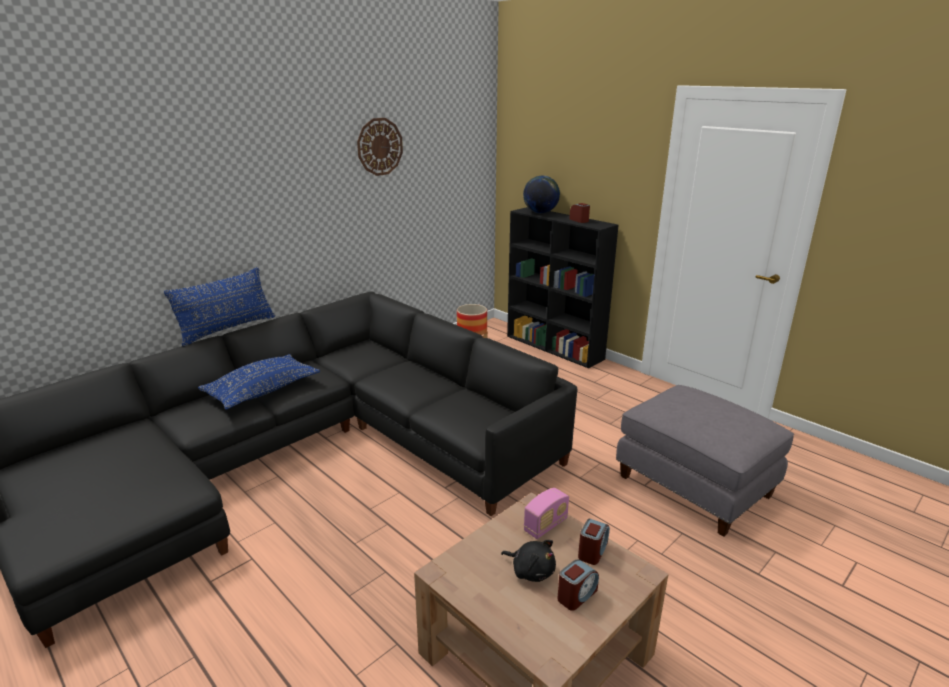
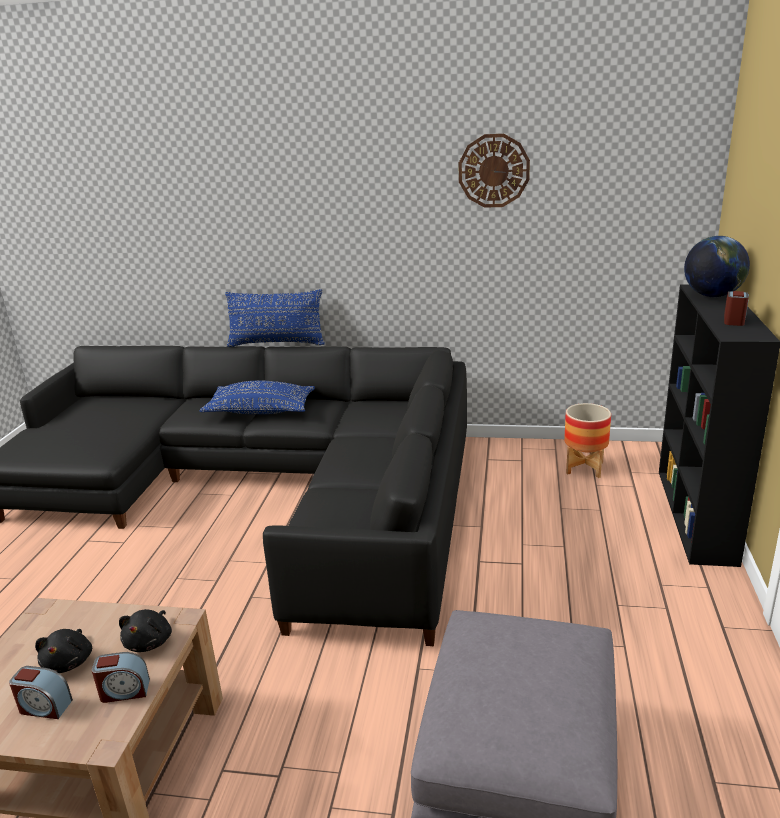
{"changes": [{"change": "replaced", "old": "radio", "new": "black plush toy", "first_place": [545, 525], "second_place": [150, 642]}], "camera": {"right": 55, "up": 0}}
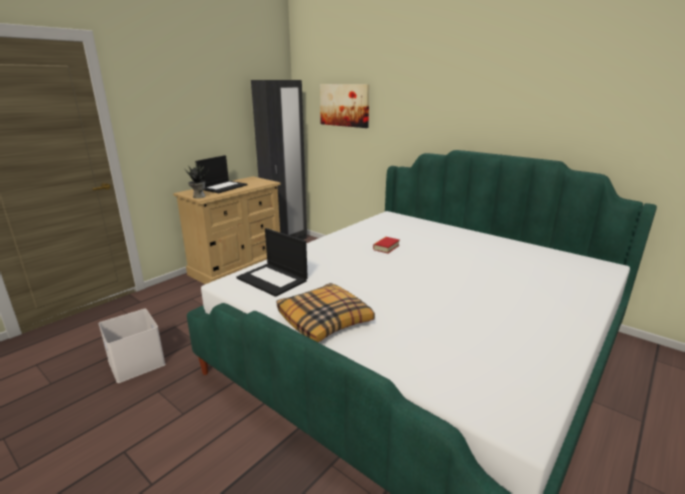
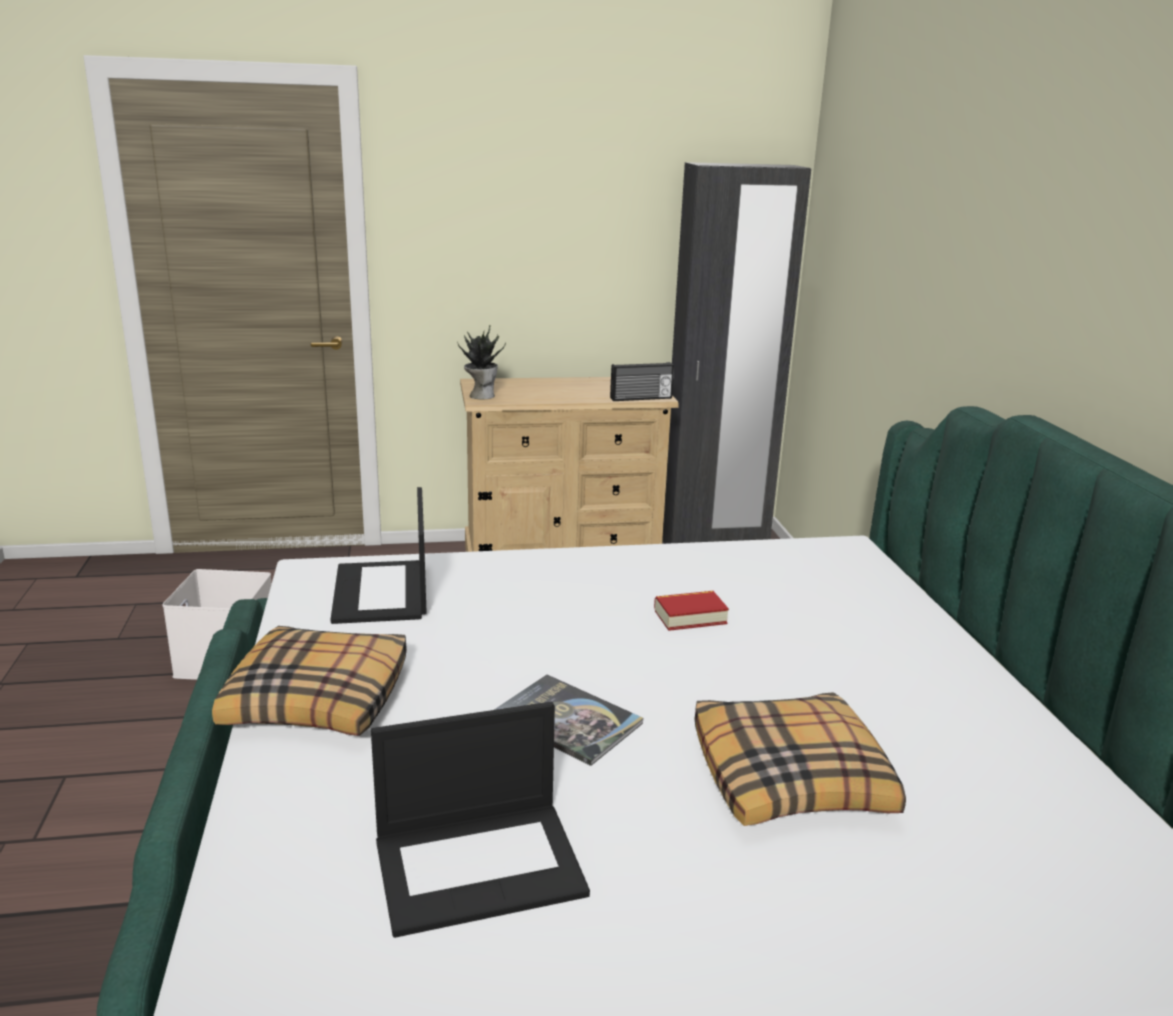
{"changes": [{"change": "moved", "old": "laptop", "first_place": [223, 187], "second_place": [481, 865]}, {"change": "added", "new": "book", "second_place": [567, 720]}, {"change": "added", "new": "radio", "second_place": [641, 398]}, {"change": "added", "new": "pillow", "second_place": [791, 777]}, {"change": "removed", "old": "picture", "first_place": [344, 105]}], "camera": {"right": 40, "up": 0}}
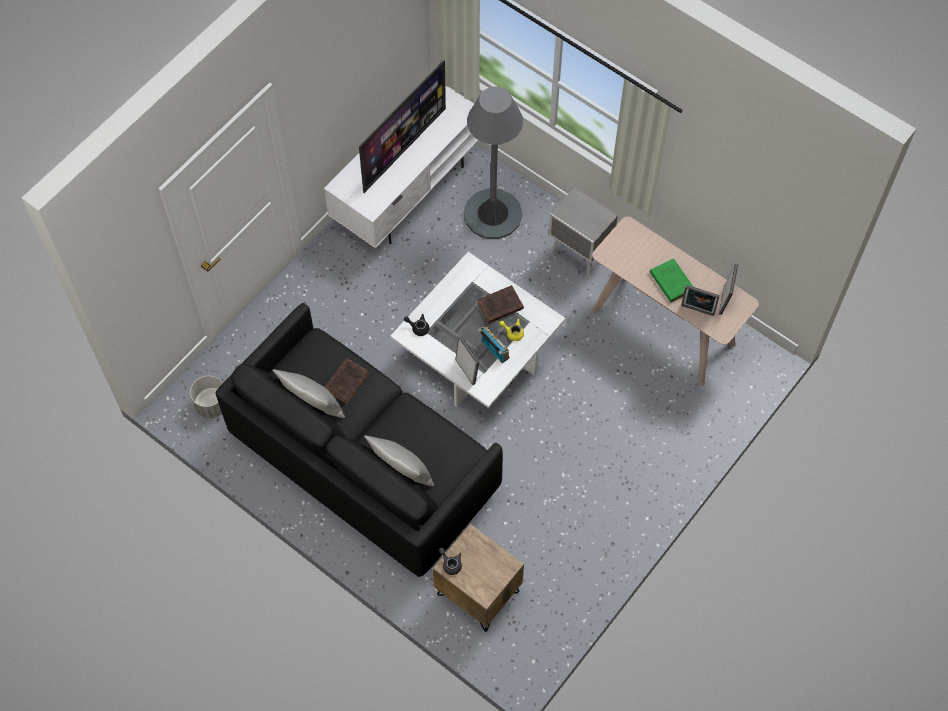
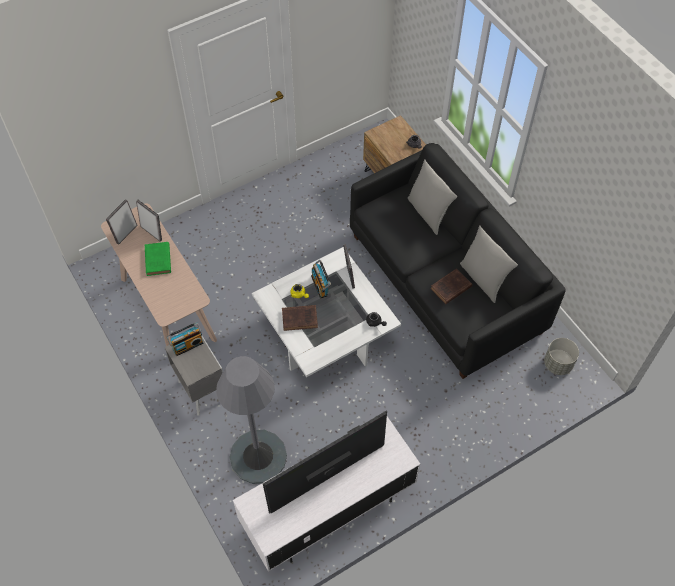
{"changes": [{"change": "added", "new": "radio", "second_place": [187, 345]}], "camera": {"right": -160, "up": -5}}
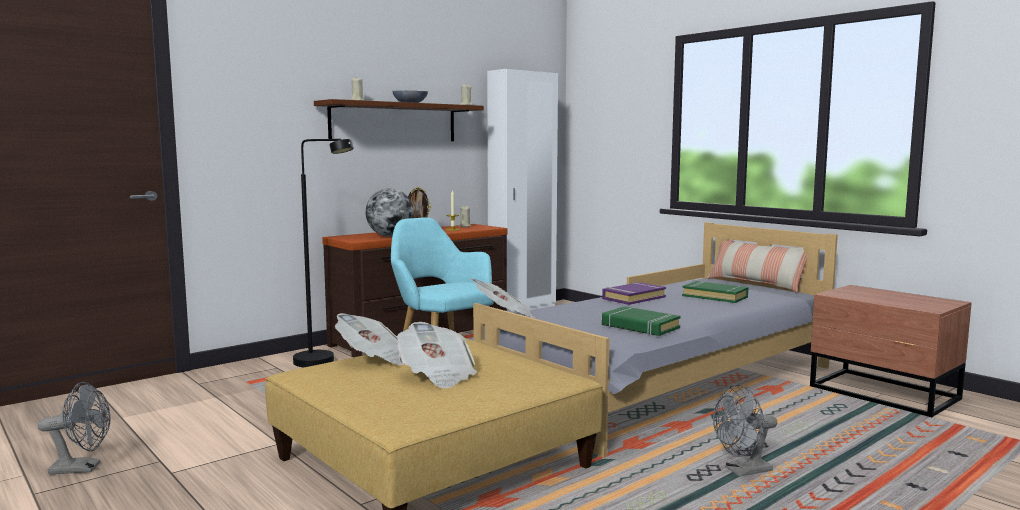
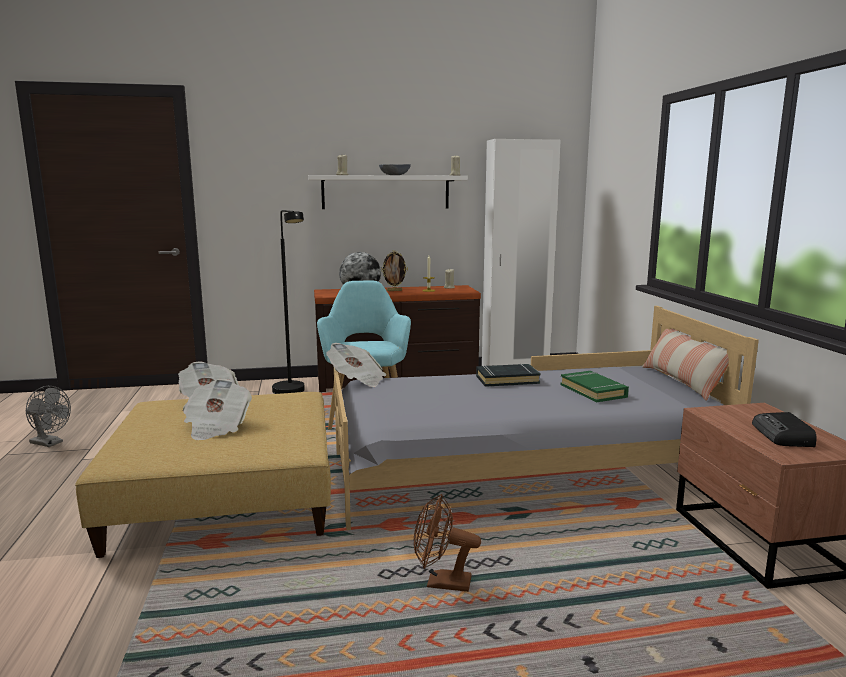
{"changes": [{"change": "recoloured", "old": "brown shelf", "new": "white shelf", "first_place": [394, 122], "second_place": [386, 192]}, {"change": "recoloured", "old": "grey fan", "new": "brown fan", "first_place": [742, 472], "second_place": [441, 583]}, {"change": "recoloured", "old": "purple book", "new": "black book", "first_place": [633, 298], "second_place": [507, 379]}, {"change": "added", "new": "radio", "second_place": [783, 435]}, {"change": "removed", "old": "green book", "first_place": [640, 327]}], "camera": {"right": 30, "up": 5}}
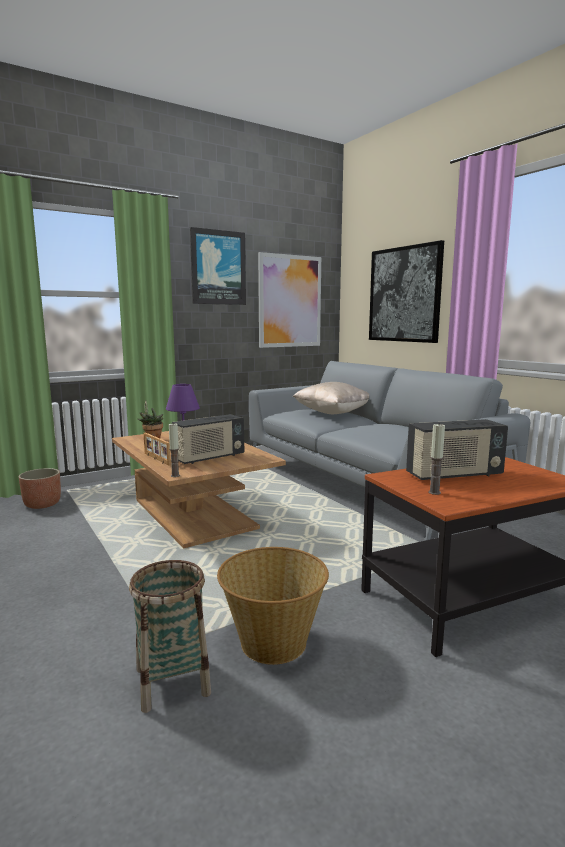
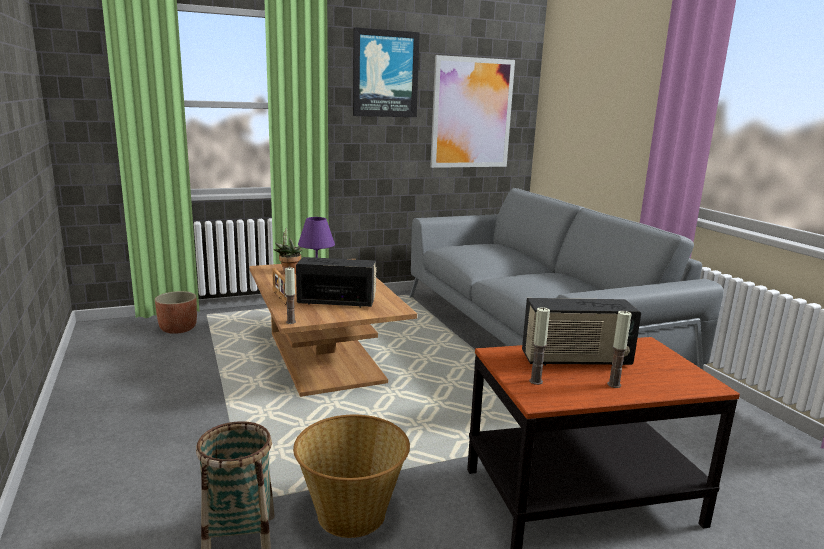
{"changes": [{"change": "turned", "old": "radio", "first_place": [209, 458], "second_place": [337, 302], "degrees": -150}, {"change": "added", "new": "candle", "second_place": [614, 384]}, {"change": "removed", "old": "beige pillow", "first_place": [332, 413]}, {"change": "removed", "old": "picture", "first_place": [404, 294]}], "camera": {"right": 10, "up": 5}}
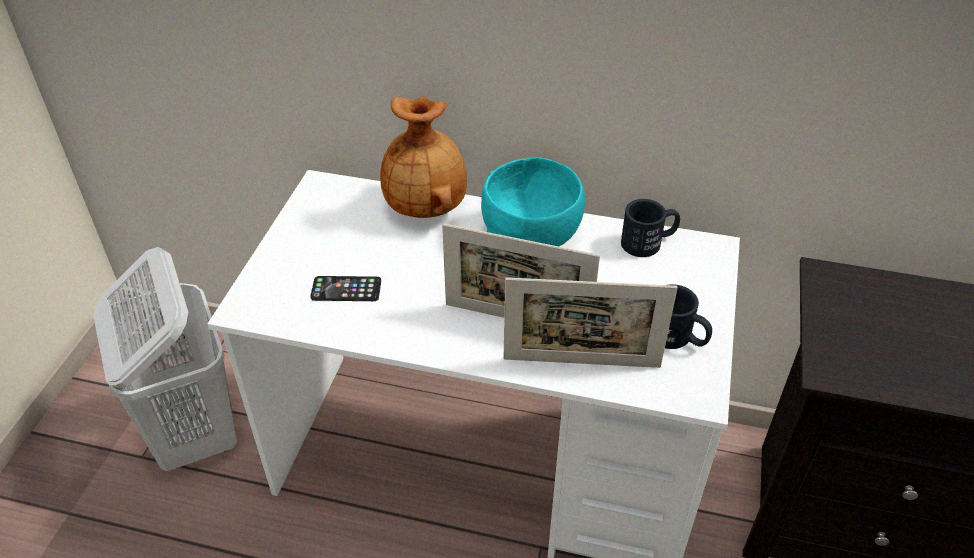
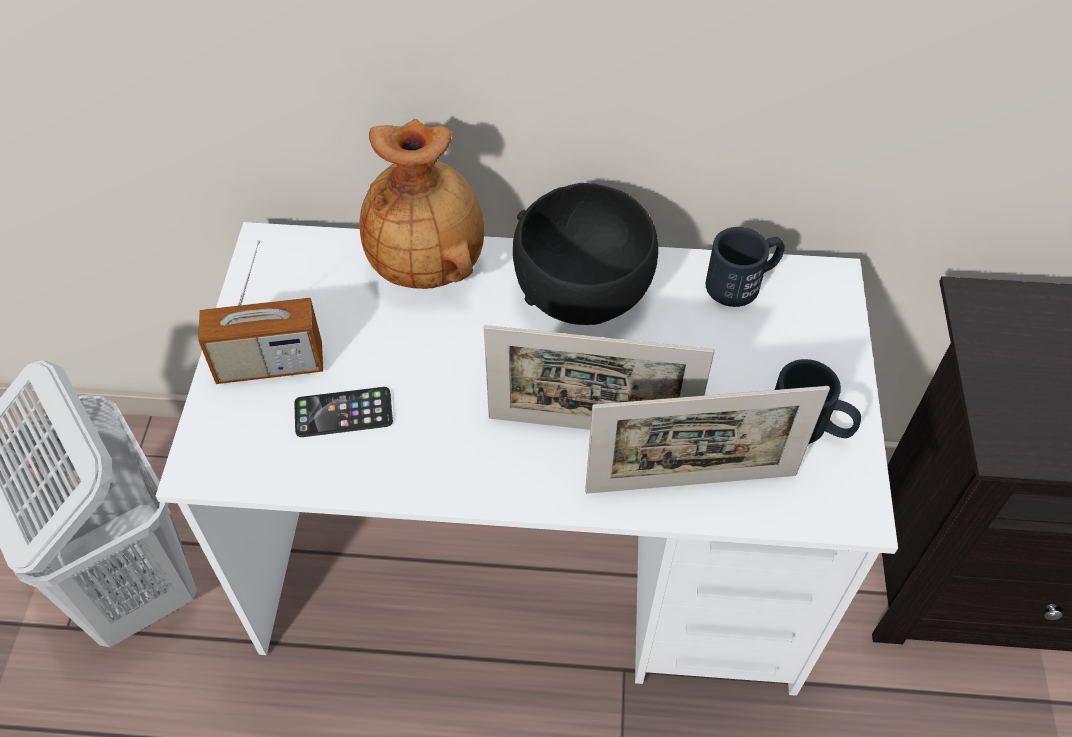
{"changes": [{"change": "added", "new": "radio", "second_place": [270, 365]}, {"change": "recoloured", "old": "turquoise bowl", "new": "black bowl", "first_place": [532, 234], "second_place": [583, 290]}], "camera": {"right": -10, "up": 10}}
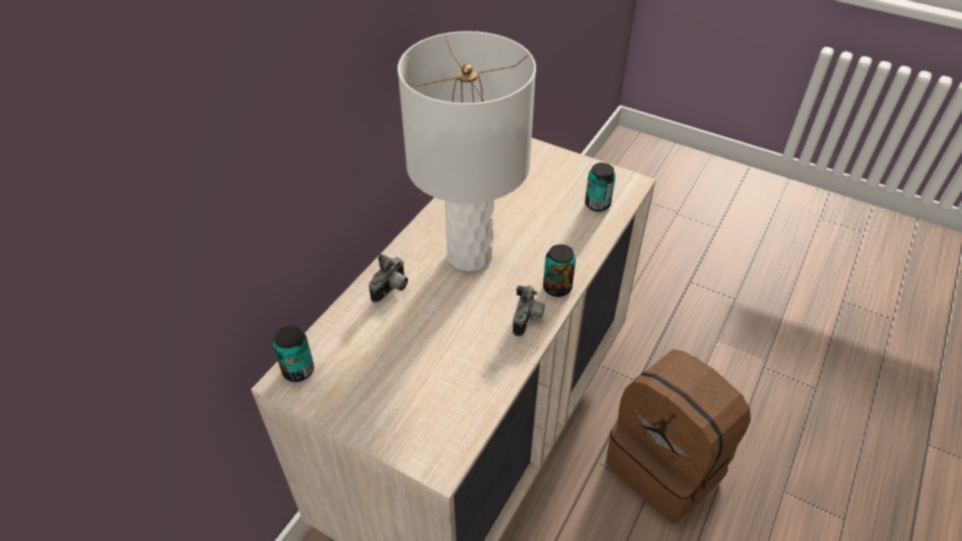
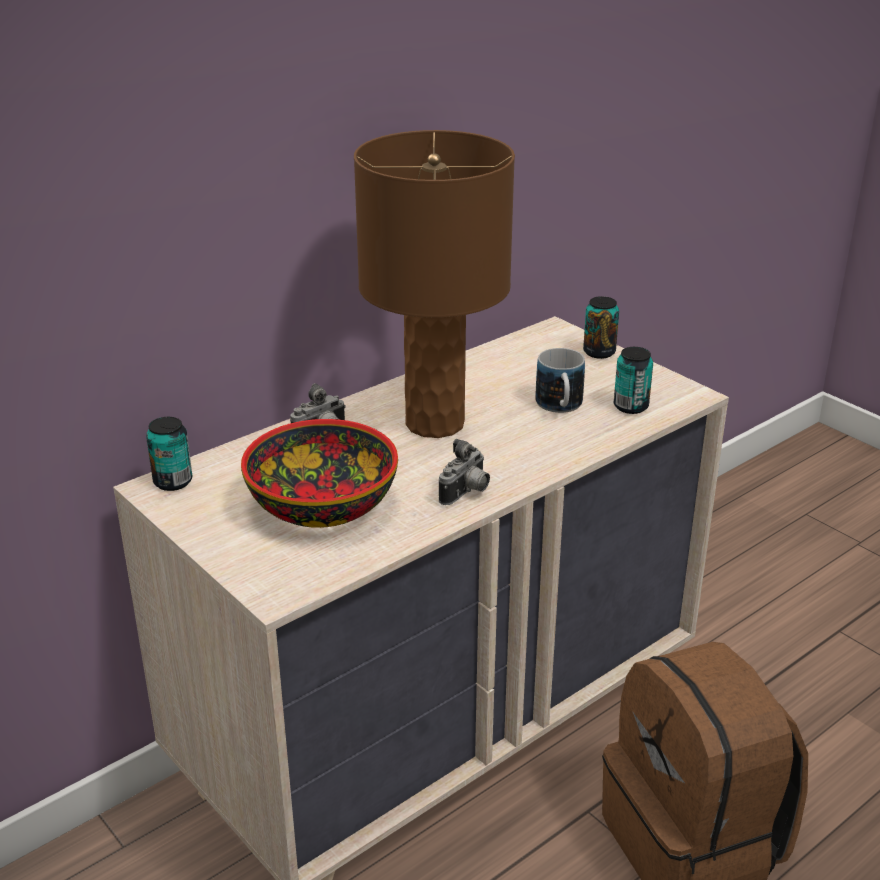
{"changes": [{"change": "added", "new": "bowl", "second_place": [323, 505]}, {"change": "recoloured", "old": "white table lamp", "new": "brown table lamp", "first_place": [470, 255], "second_place": [436, 423]}, {"change": "added", "new": "mug", "second_place": [560, 407]}, {"change": "moved", "old": "can", "first_place": [557, 288], "second_place": [599, 352]}], "camera": {"right": 20, "up": -15}}
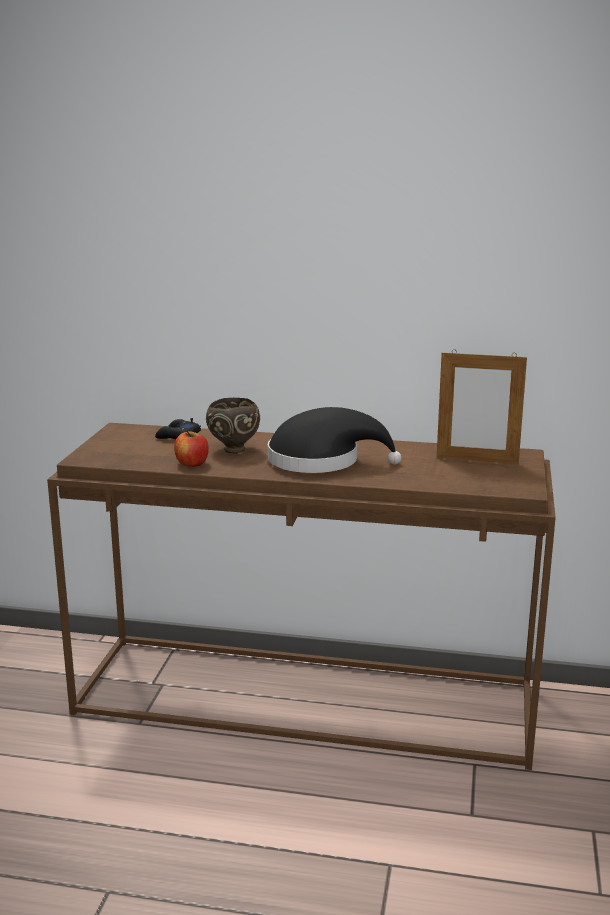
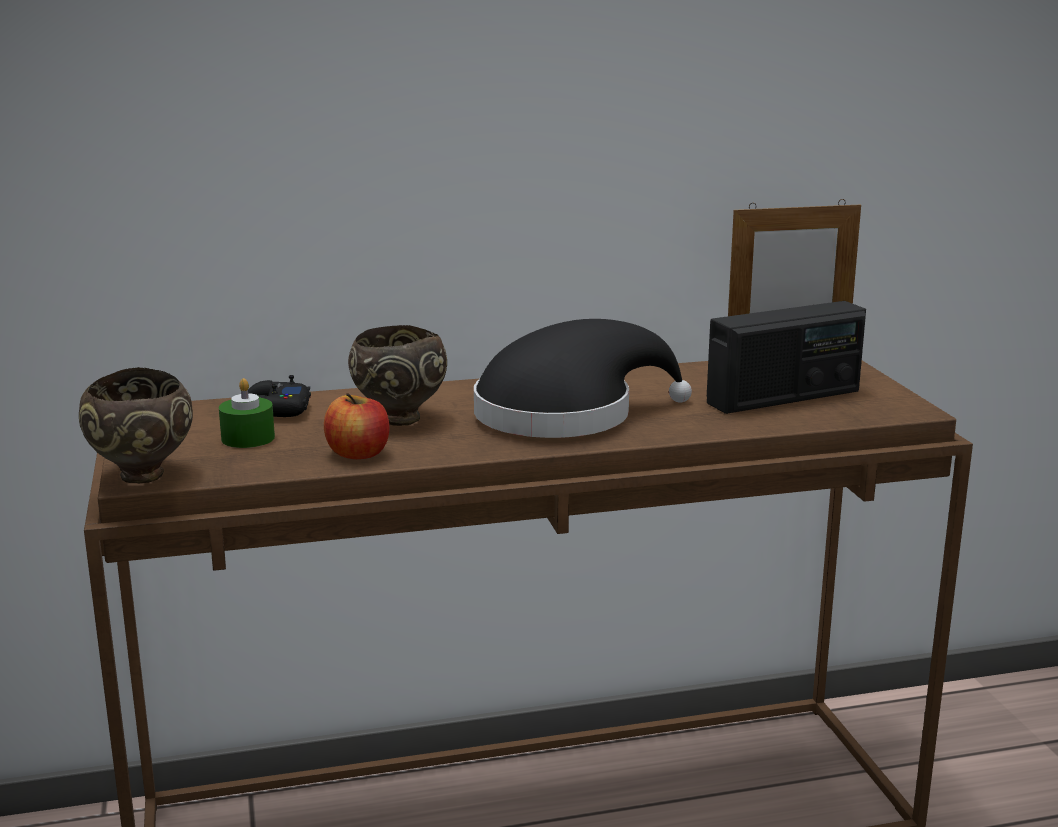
{"changes": [{"change": "added", "new": "brown bowl", "second_place": [143, 477]}, {"change": "added", "new": "green candle", "second_place": [248, 438]}, {"change": "added", "new": "radio", "second_place": [784, 397]}], "camera": {"right": -25, "up": 0}}
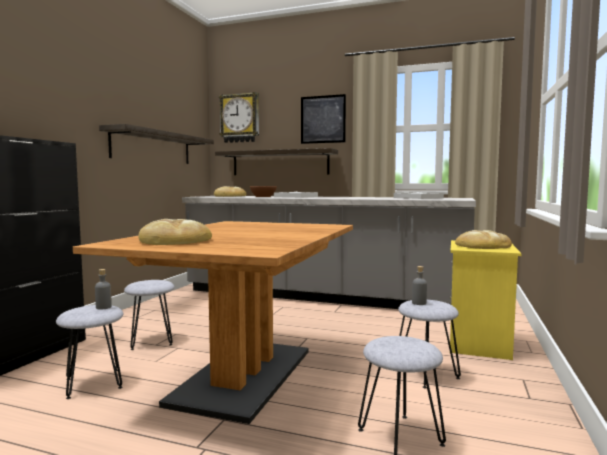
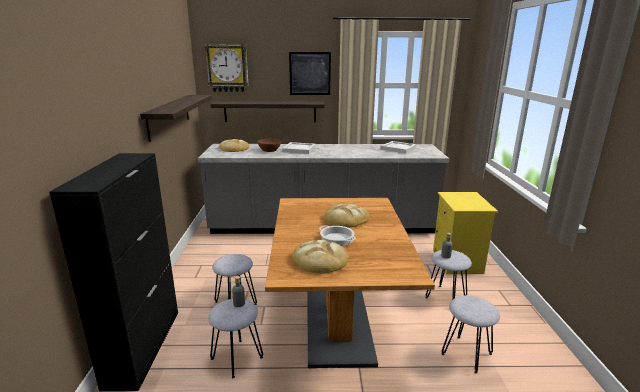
{"changes": [{"change": "added", "new": "cooking pot", "second_place": [337, 239]}, {"change": "moved", "old": "bread", "first_place": [482, 246], "second_place": [346, 219]}], "camera": {"right": -20, "up": 15}}
